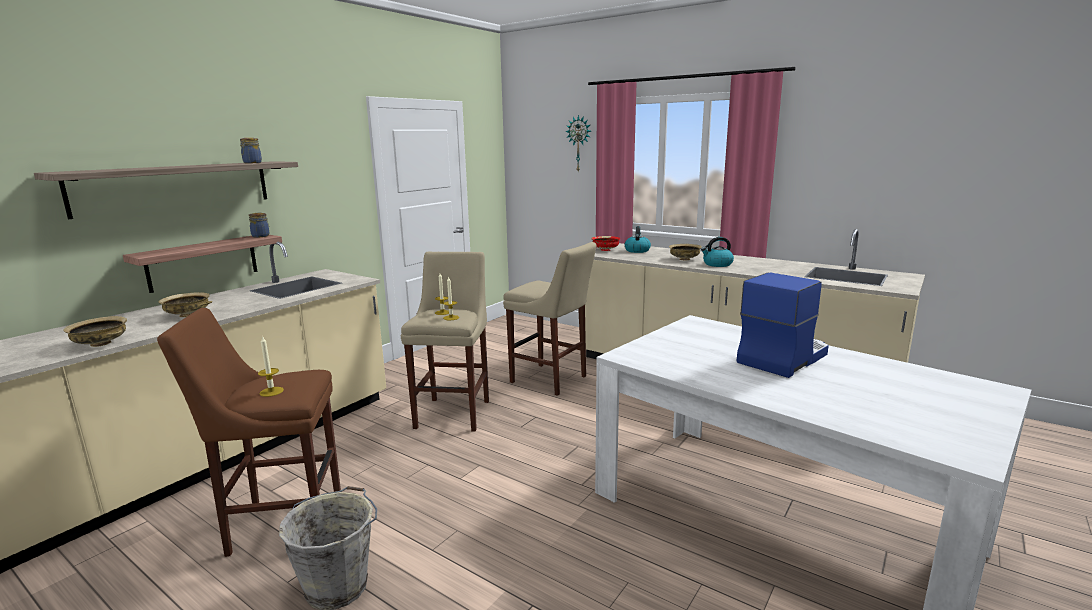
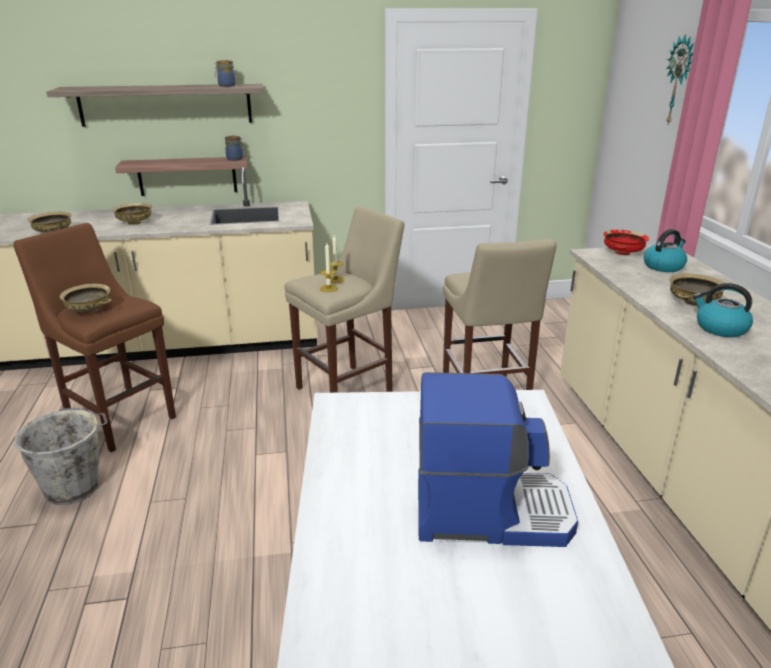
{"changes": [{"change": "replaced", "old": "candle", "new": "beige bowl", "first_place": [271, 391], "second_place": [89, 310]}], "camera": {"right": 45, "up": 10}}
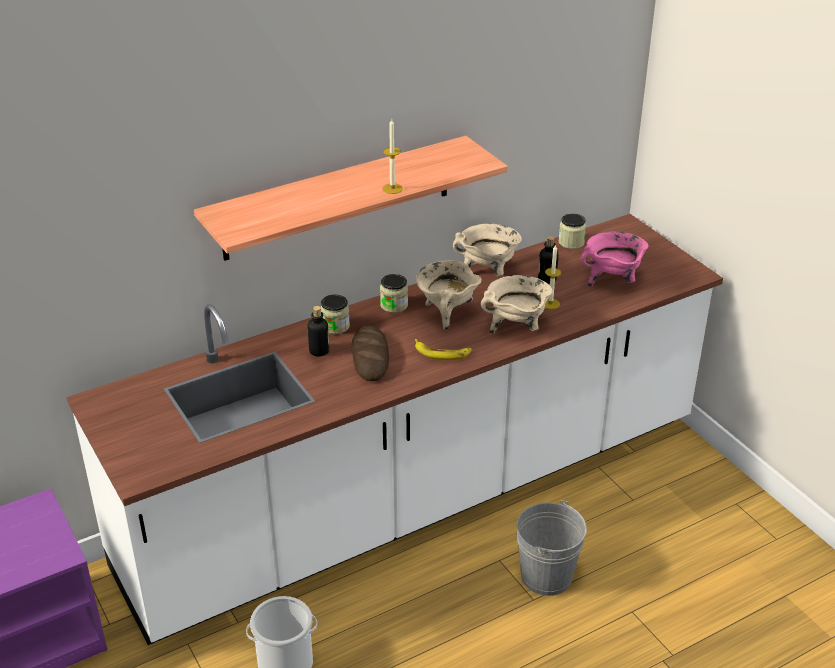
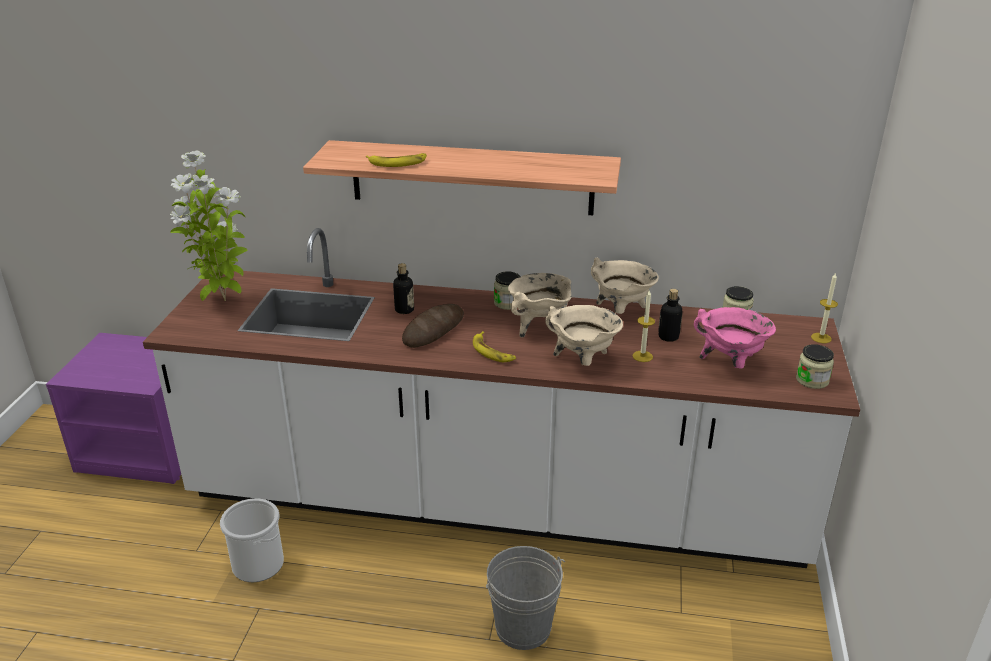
{"changes": [{"change": "added", "new": "potted plant", "second_place": [222, 301]}, {"change": "added", "new": "banana", "second_place": [397, 163]}, {"change": "moved", "old": "jar", "first_place": [335, 326], "second_place": [812, 380]}, {"change": "moved", "old": "candle", "first_place": [392, 188], "second_place": [821, 338]}], "camera": {"right": 40, "up": -5}}
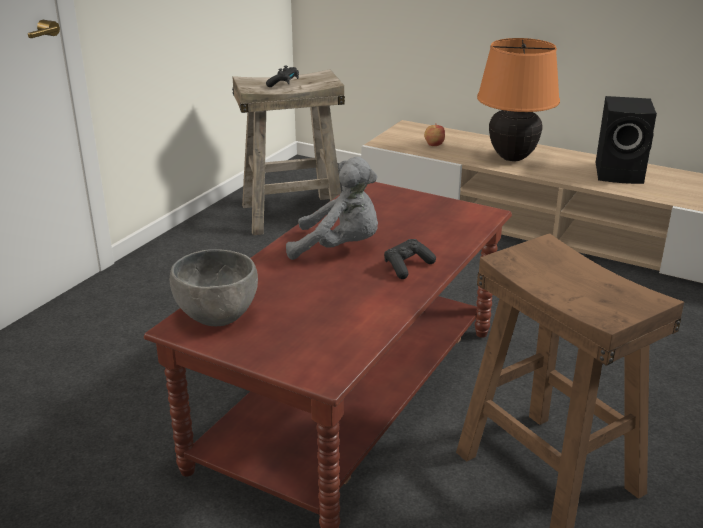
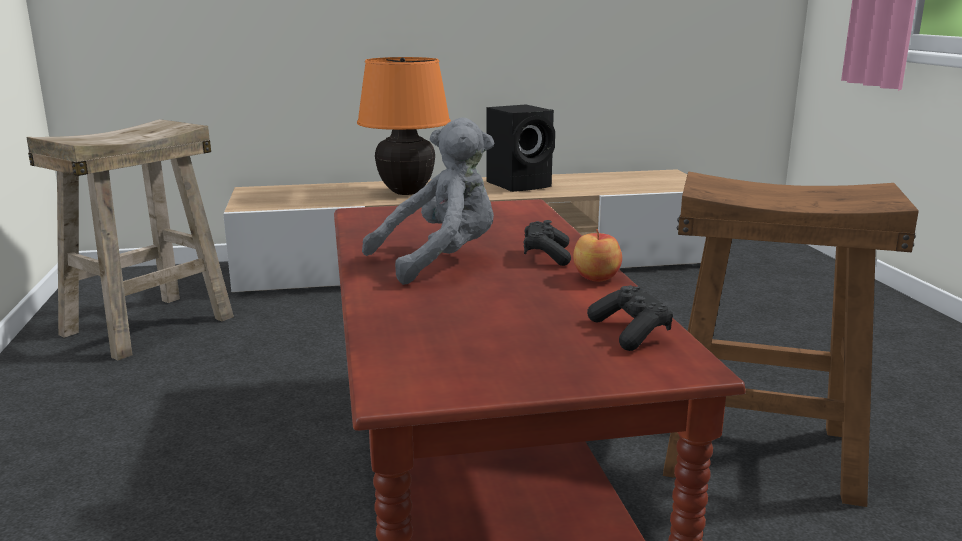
{"changes": [{"change": "moved", "old": "apple", "first_place": [434, 144], "second_place": [595, 278]}, {"change": "moved", "old": "black game controller", "first_place": [283, 84], "second_place": [630, 333]}, {"change": "removed", "old": "grey bowl", "first_place": [218, 316]}], "camera": {"right": -40, "up": -10}}
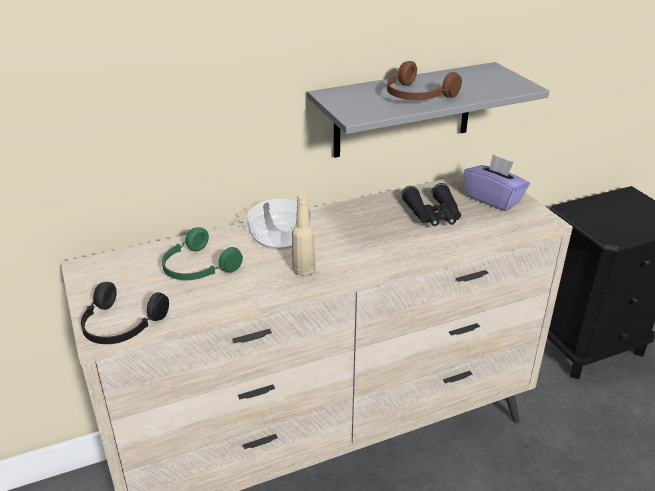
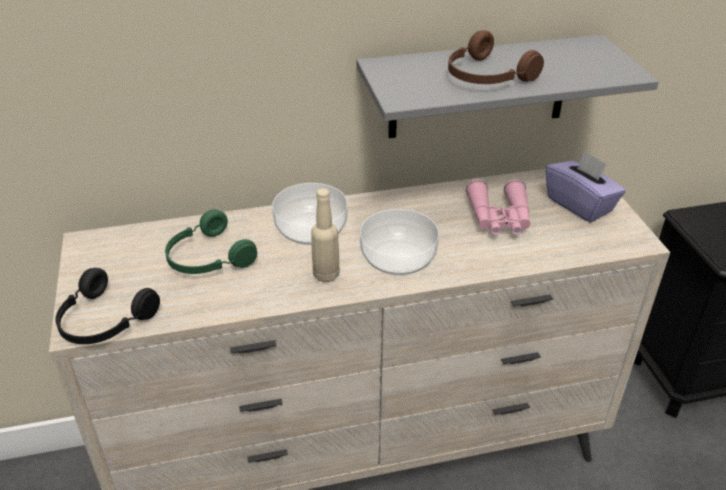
{"changes": [{"change": "added", "new": "bowl", "second_place": [399, 258]}, {"change": "recoloured", "old": "black binoculars", "new": "pink binoculars", "first_place": [433, 215], "second_place": [499, 218]}], "camera": {"right": 10, "up": 5}}
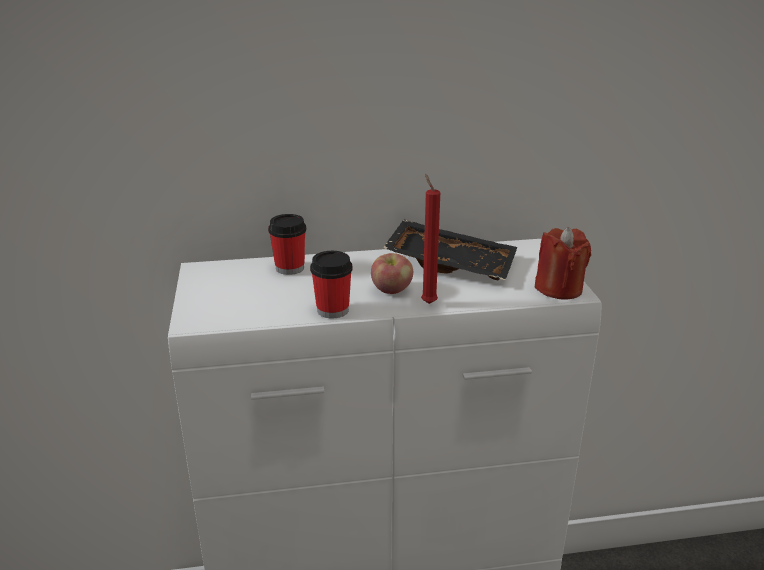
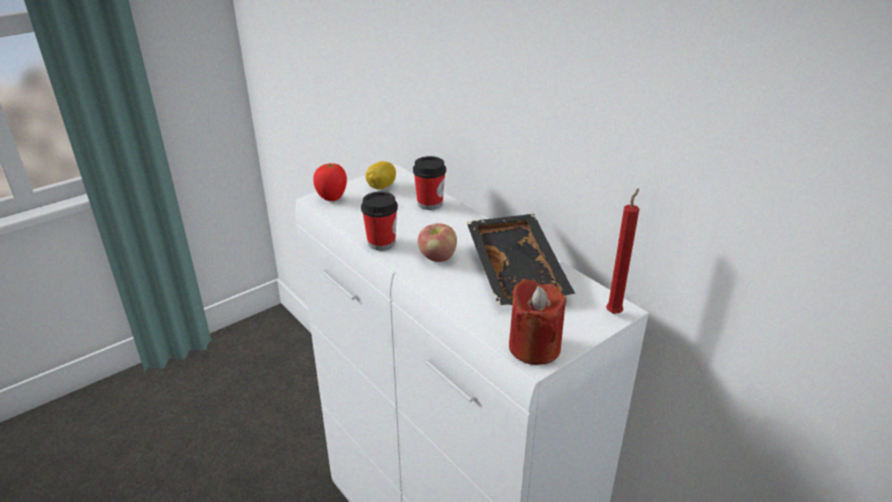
{"changes": [{"change": "added", "new": "tomato", "second_place": [332, 198]}, {"change": "added", "new": "lemon", "second_place": [381, 187]}, {"change": "moved", "old": "red candle", "first_place": [427, 302], "second_place": [614, 312]}], "camera": {"right": 60, "up": 5}}
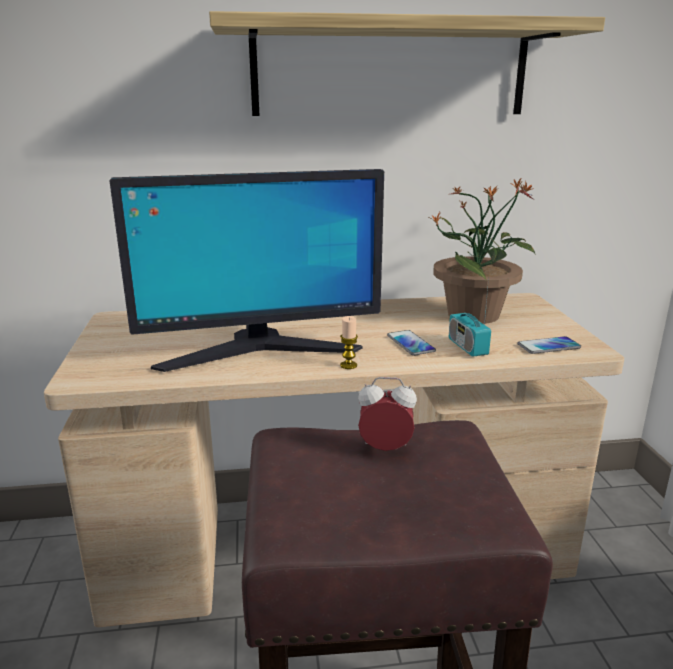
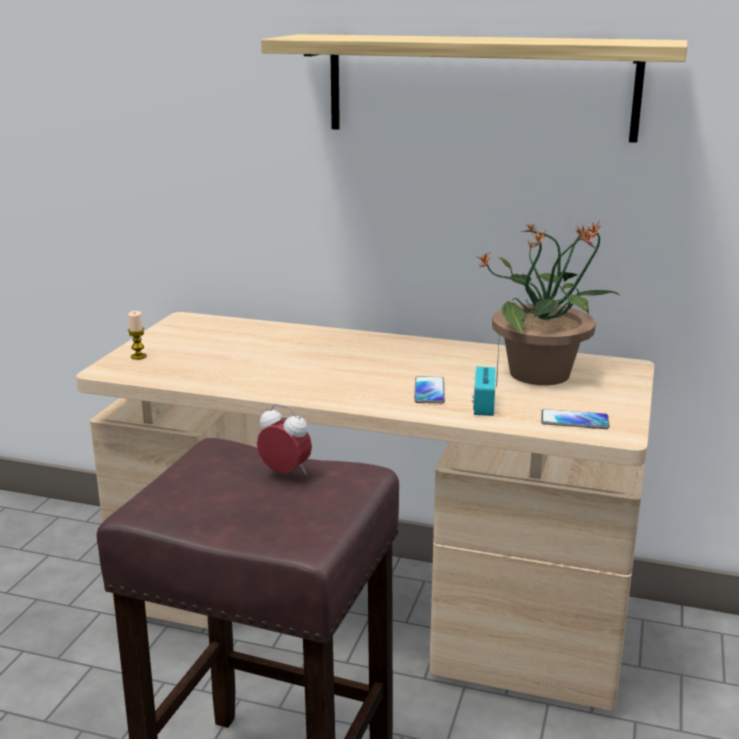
{"changes": [{"change": "moved", "old": "candle", "first_place": [348, 365], "second_place": [138, 356]}, {"change": "removed", "old": "monitor", "first_place": [259, 351]}], "camera": {"right": 25, "up": 0}}
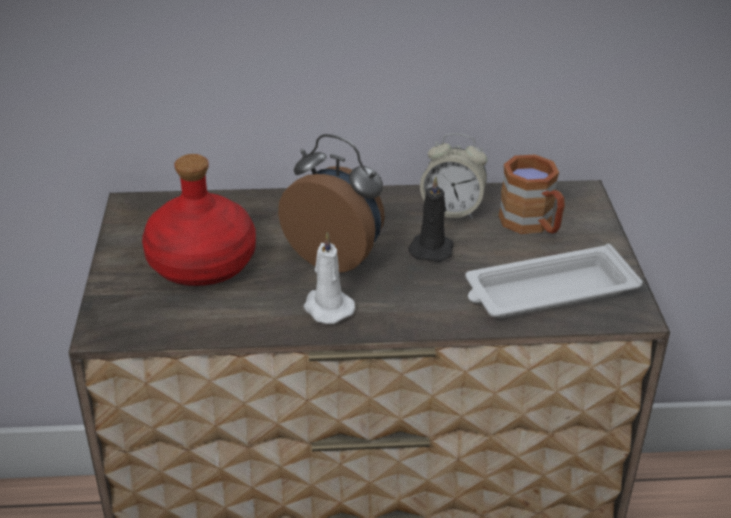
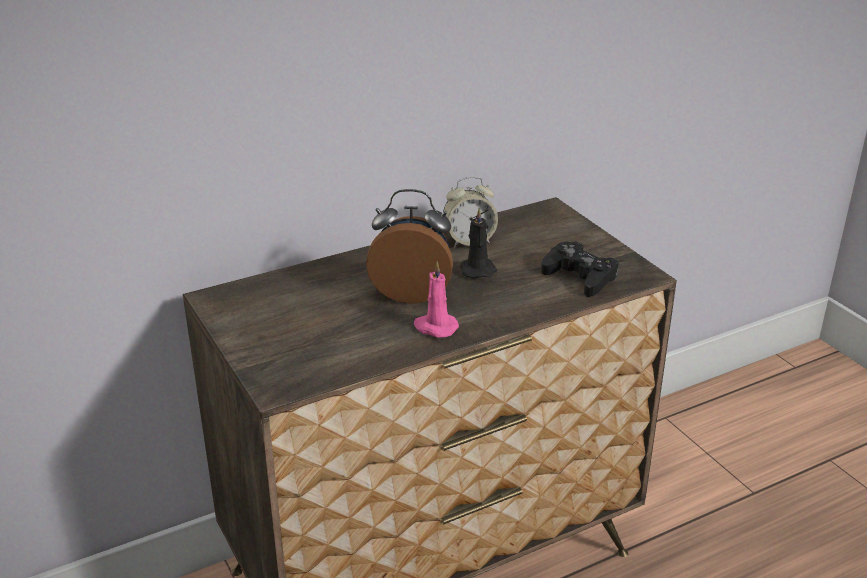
{"changes": [{"change": "recoloured", "old": "white candle", "new": "pink candle", "first_place": [327, 307], "second_place": [435, 327]}, {"change": "replaced", "old": "white tray", "new": "black game controller", "first_place": [547, 292], "second_place": [580, 276]}, {"change": "removed", "old": "red bottle", "first_place": [200, 263]}, {"change": "removed", "old": "brown mug", "first_place": [532, 225]}], "camera": {"right": -25, "up": -5}}
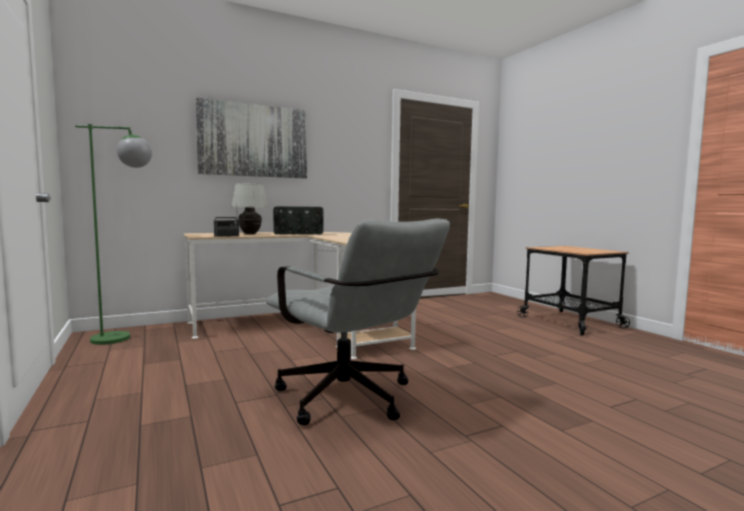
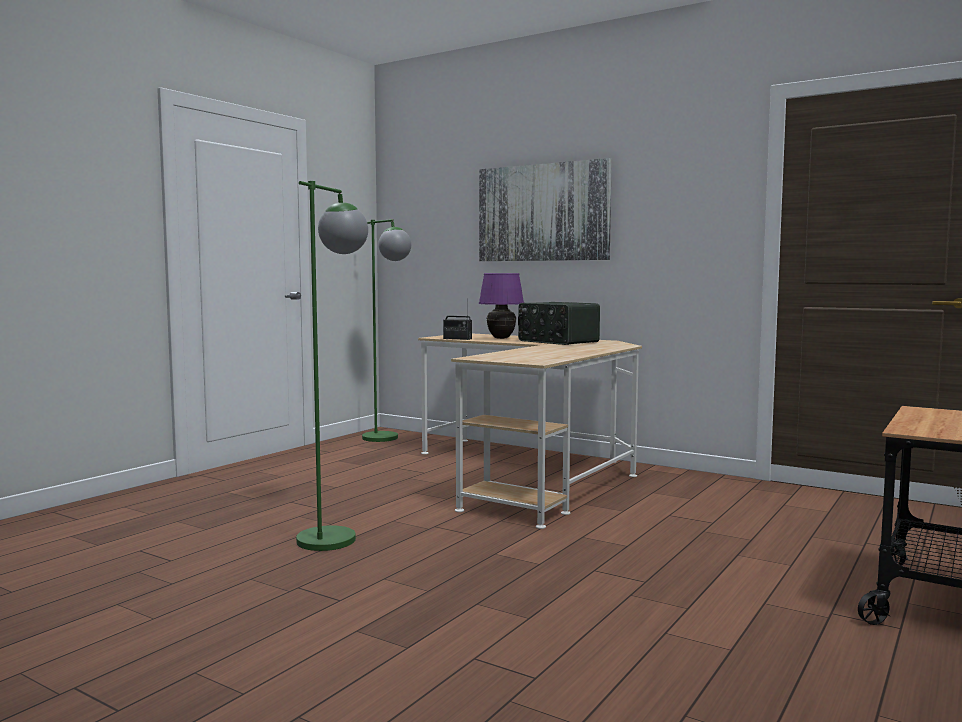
{"changes": [{"change": "replaced", "old": "grey office chair", "new": "green floor lamp", "first_place": [352, 401], "second_place": [335, 533]}, {"change": "recoloured", "old": "white table lamp", "new": "purple table lamp", "first_place": [250, 234], "second_place": [501, 338]}], "camera": {"right": 60, "up": 0}}
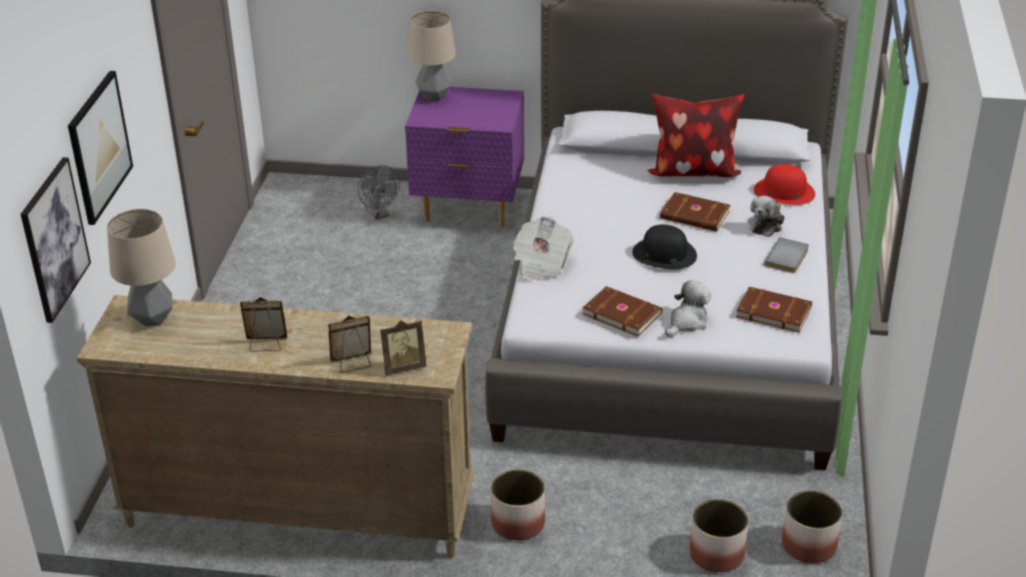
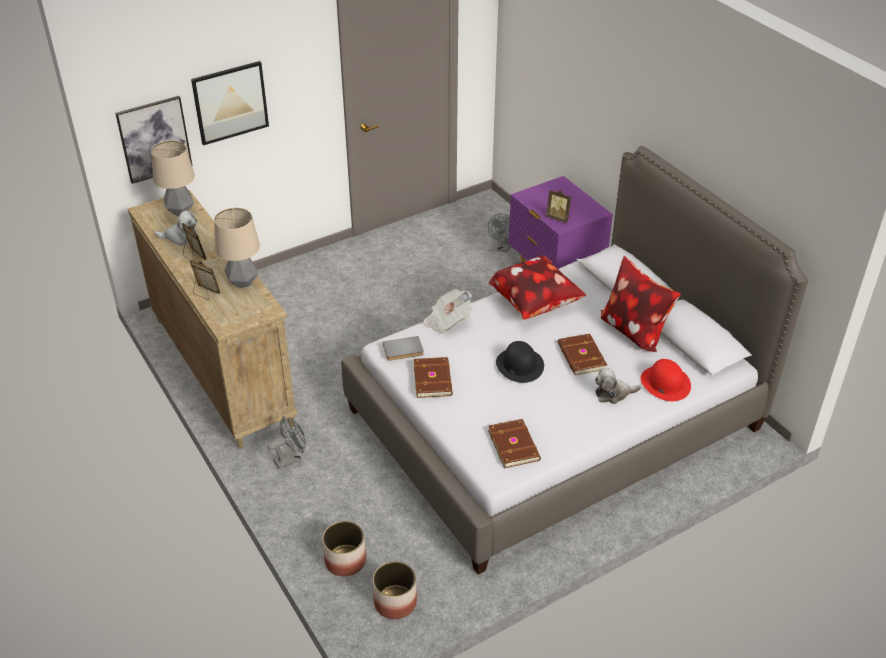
{"changes": [{"change": "moved", "old": "plush toy", "first_place": [687, 322], "second_place": [180, 237]}, {"change": "moved", "old": "table lamp", "first_place": [434, 97], "second_place": [243, 282]}, {"change": "replaced", "old": "planter", "new": "grey fan", "first_place": [517, 523], "second_place": [291, 458]}, {"change": "moved", "old": "grey book", "first_place": [788, 258], "second_place": [403, 350]}, {"change": "added", "new": "pillow", "second_place": [536, 305]}, {"change": "moved", "old": "picture frame", "first_place": [403, 367], "second_place": [558, 218]}], "camera": {"right": 50, "up": 5}}
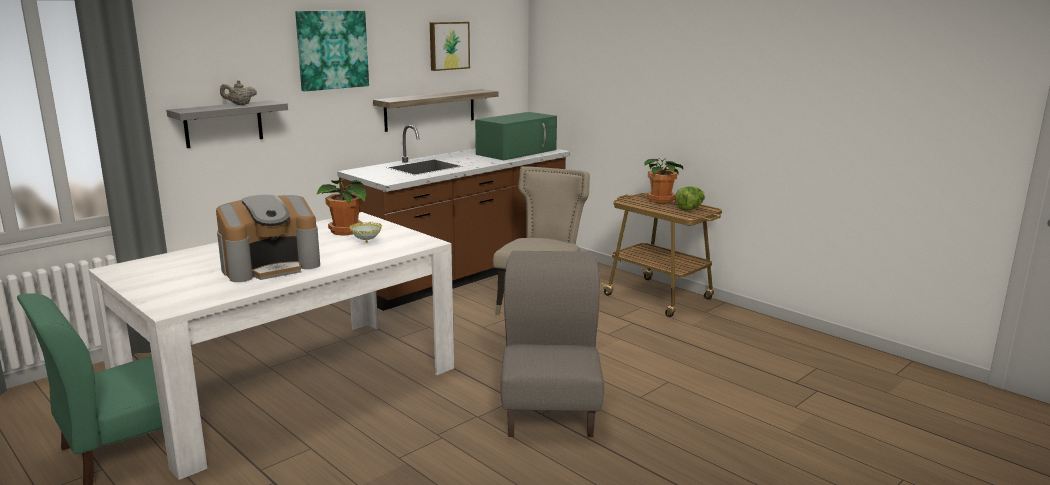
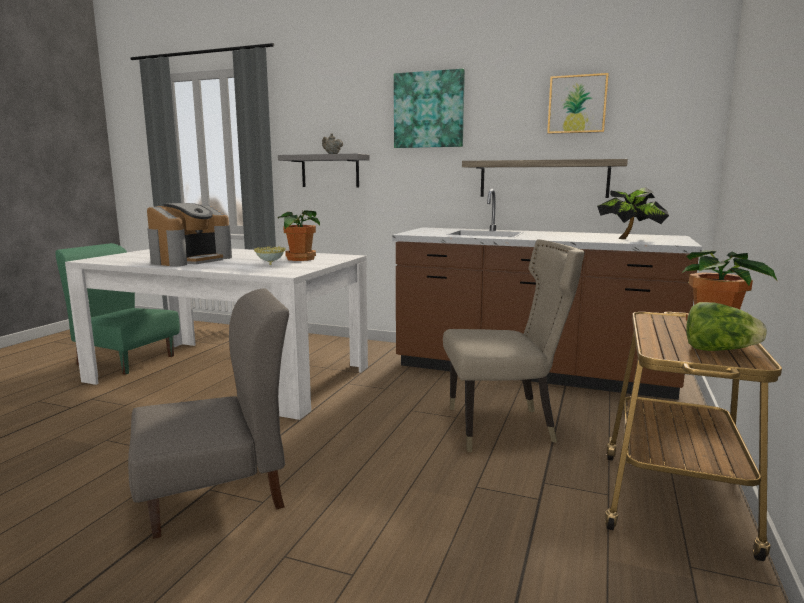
{"changes": [{"change": "turned", "old": "coffee machine", "first_place": [271, 266], "second_place": [191, 260], "degrees": -90}, {"change": "replaced", "old": "green microwave", "new": "potted plant", "first_place": [517, 152], "second_place": [630, 239]}], "camera": {"right": 65, "up": -5}}
